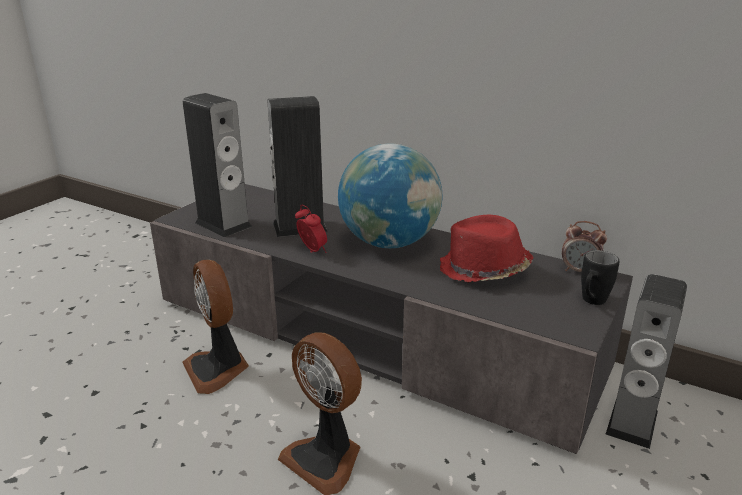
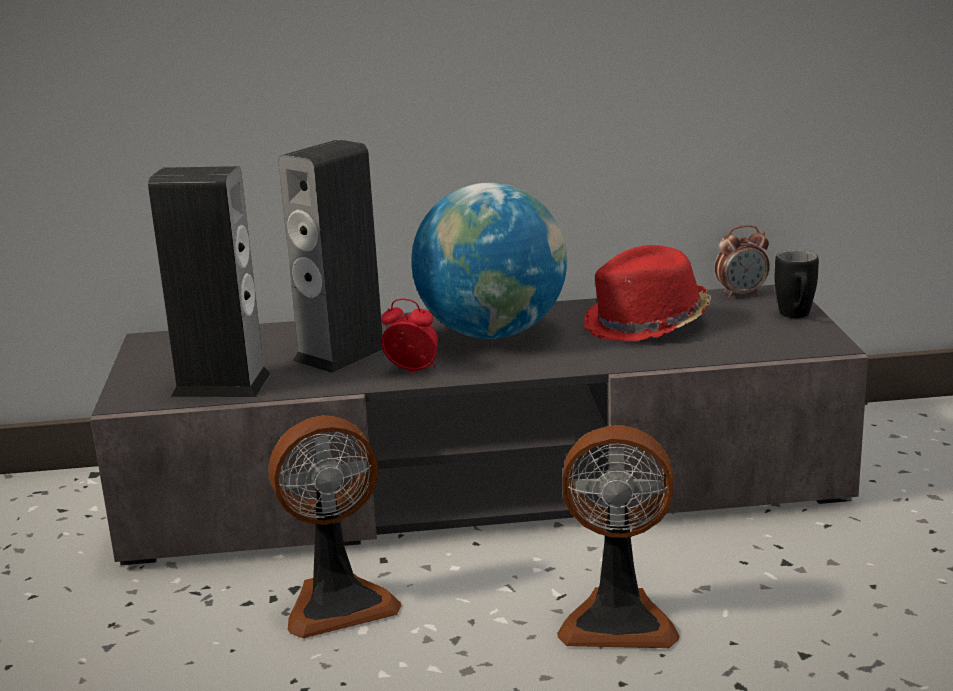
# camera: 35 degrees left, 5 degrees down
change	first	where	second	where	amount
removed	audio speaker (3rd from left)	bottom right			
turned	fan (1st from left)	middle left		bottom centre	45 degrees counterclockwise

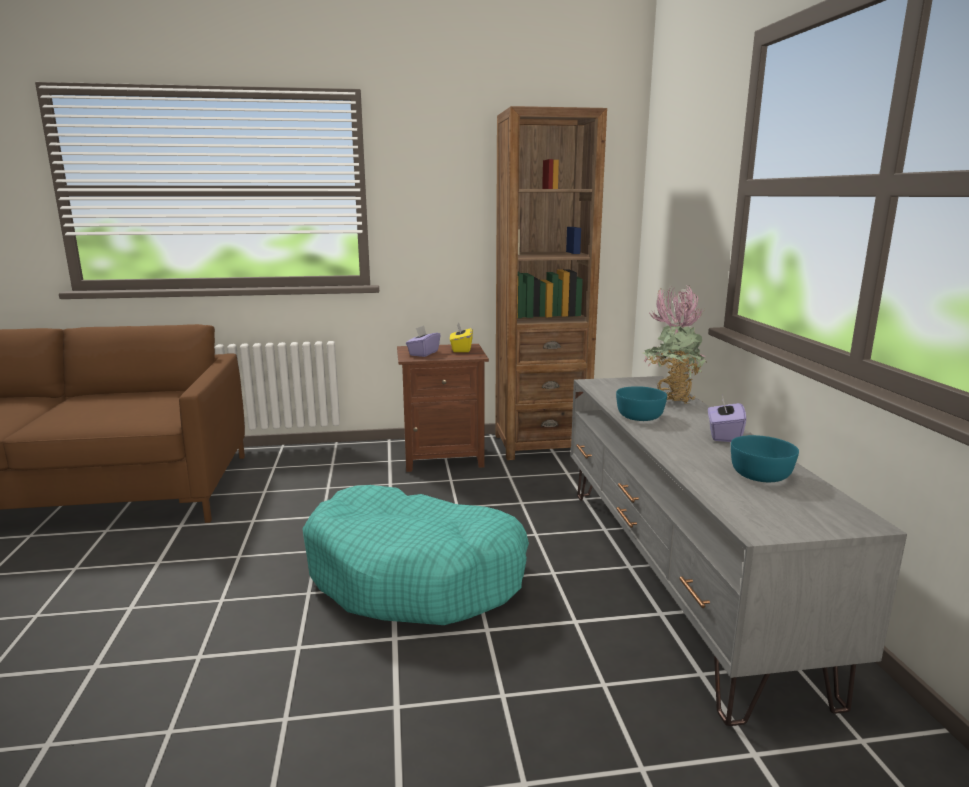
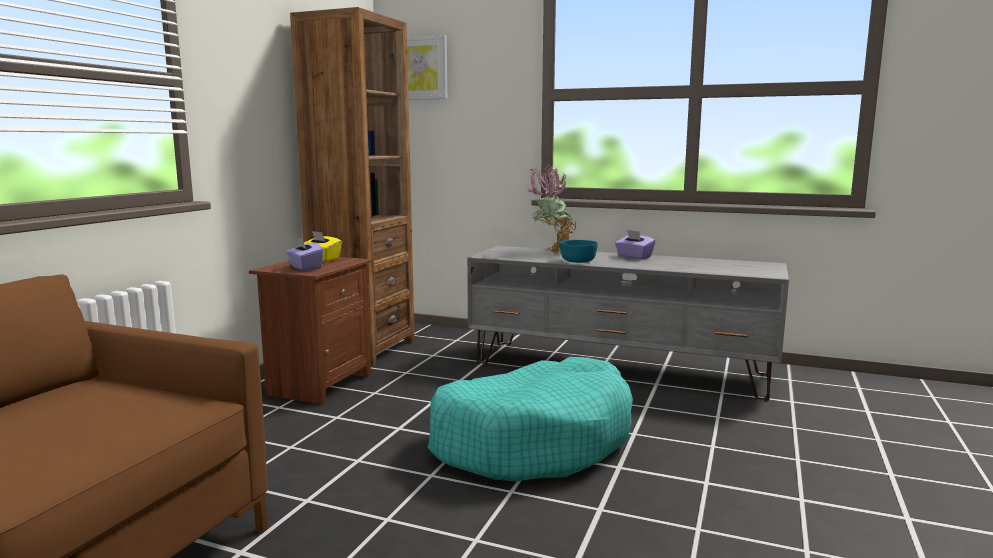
# camera: 60 degrees left, 5 degrees down
change	first	where	second	where	amount
removed	serving bowl/blue-green (2nd from left)	middle right			
added			wall picture	top centre	

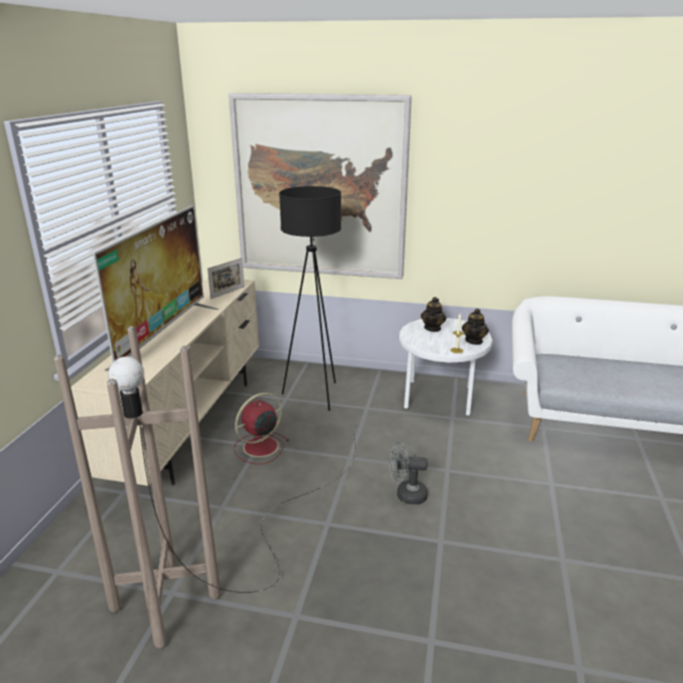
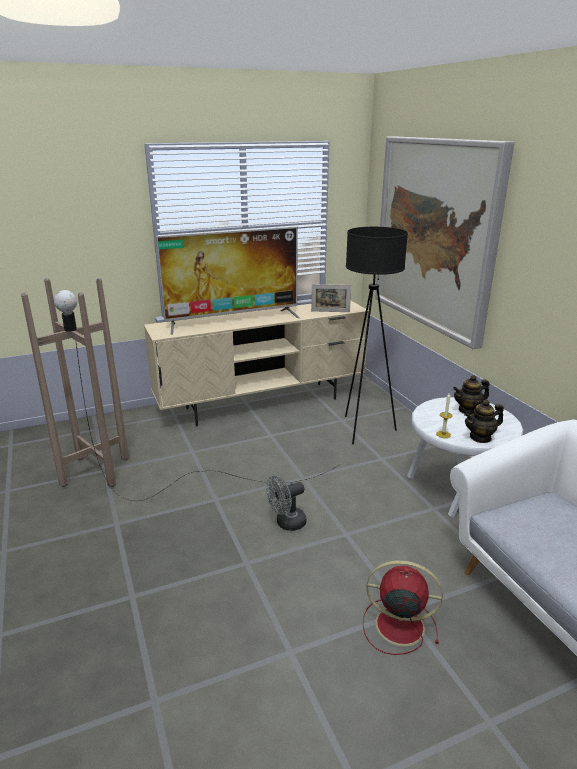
# camera: 55 degrees right, 0 degrees up
change	first	where	second	where	amount
moved	fan/red-coloured	centre		bottom right	
turned	fan/greyish	bottom centre		centre	90 degrees counterclockwise

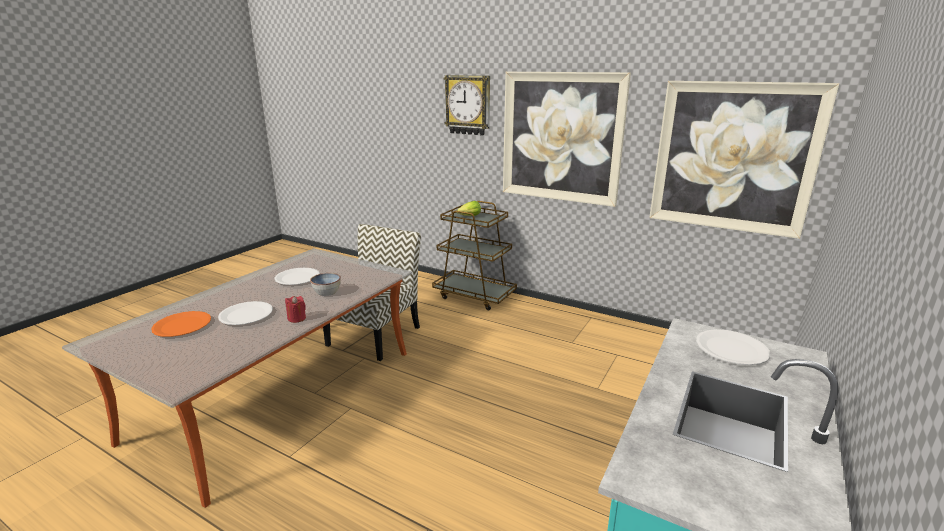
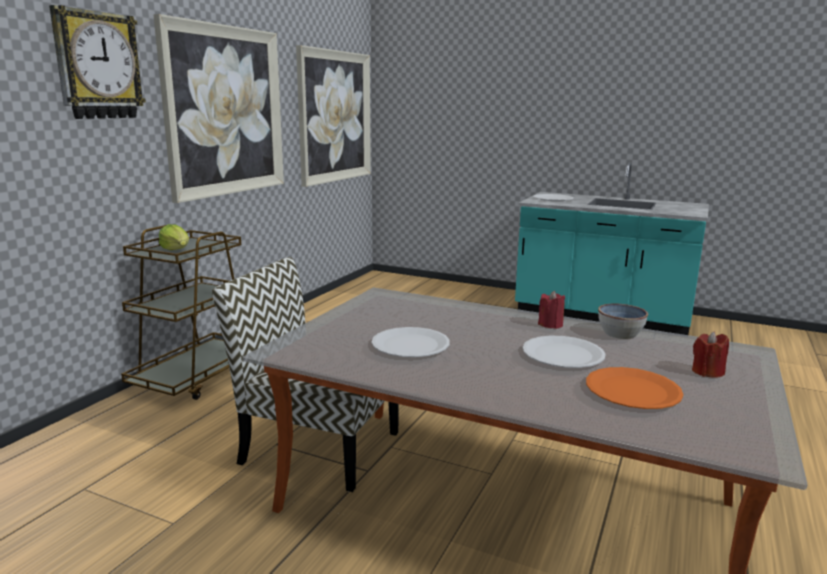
# camera: 95 degrees left, 5 degrees down
change	first	where	second	where	amount
added			wax light/red-coloured (2nd from left)	middle right	
moved	serving bowl	centre		middle right	

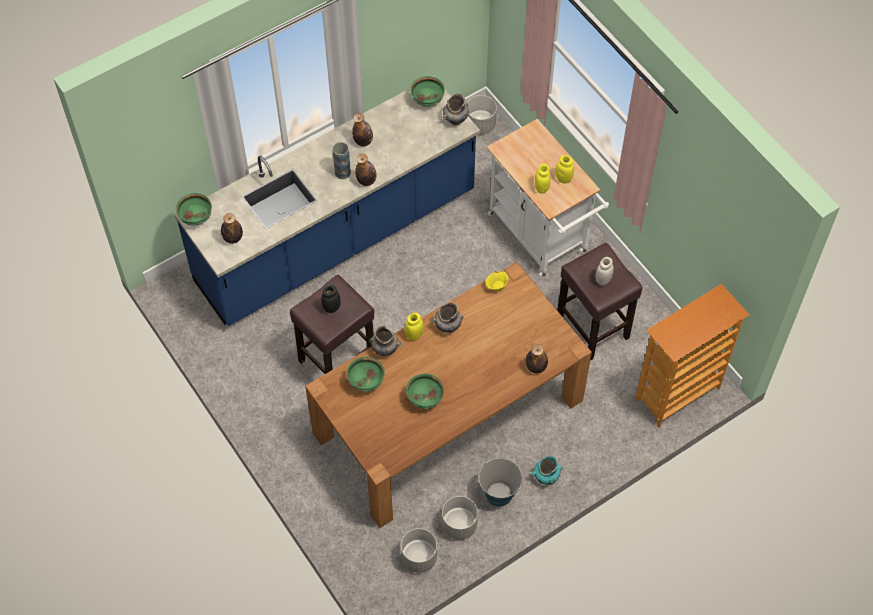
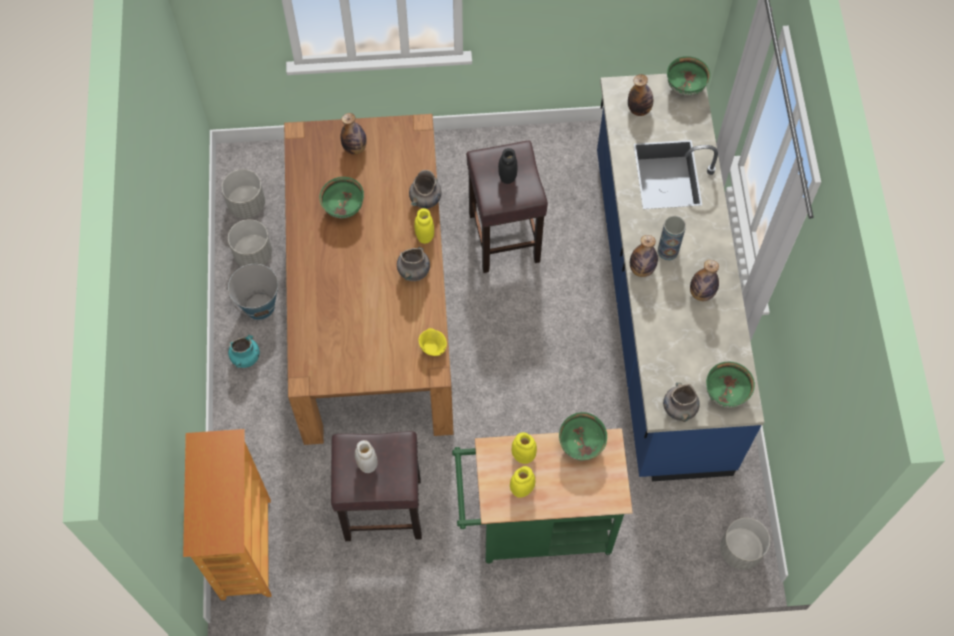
# camera: 120 degrees right, 5 degrees up
change	first	where	second	where	amount
moved	serving bowl/green (2nd from left)	centre		bottom centre	
moved	beverage bottle (4th from left in the first image)	centre	beverage bottle (1st from left)	top centre	
recoloured	trolley/white	top centre	trolley/green	bottom centre	

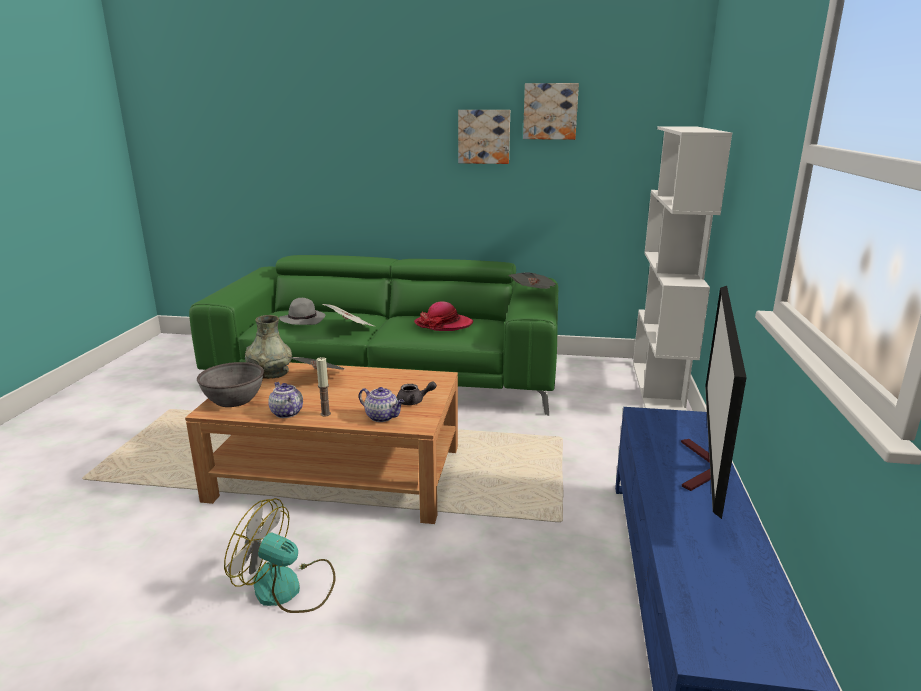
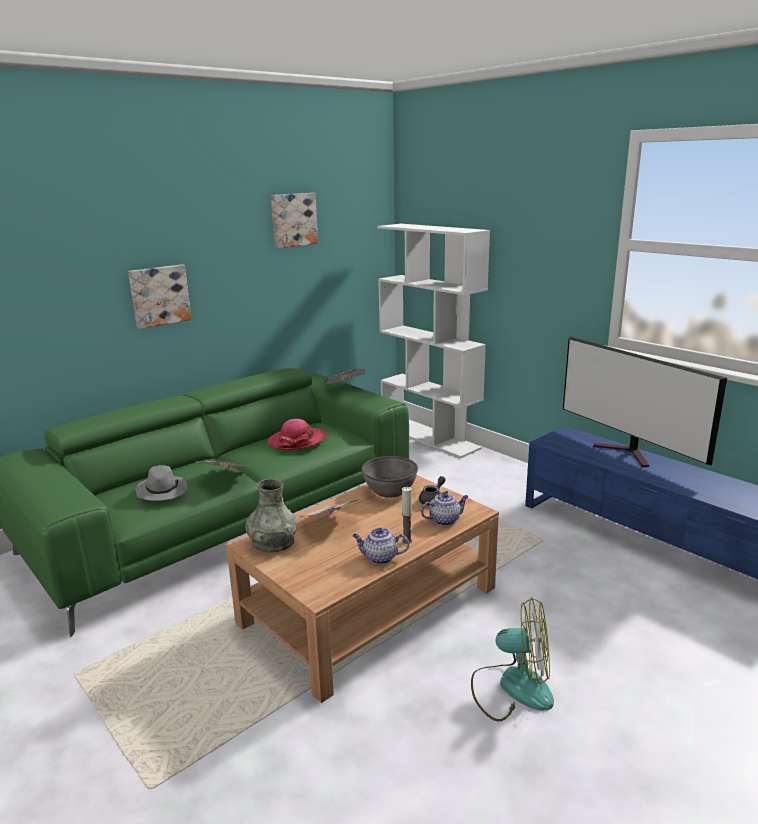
# camera: 50 degrees left, 0 degrees up
change	first	where	second	where	amount
moved	serving bowl/greyish	middle left		centre	
moved	wall picture (1st from left)	top centre		middle left	
turned	fan	bottom left		bottom right	135 degrees counterclockwise

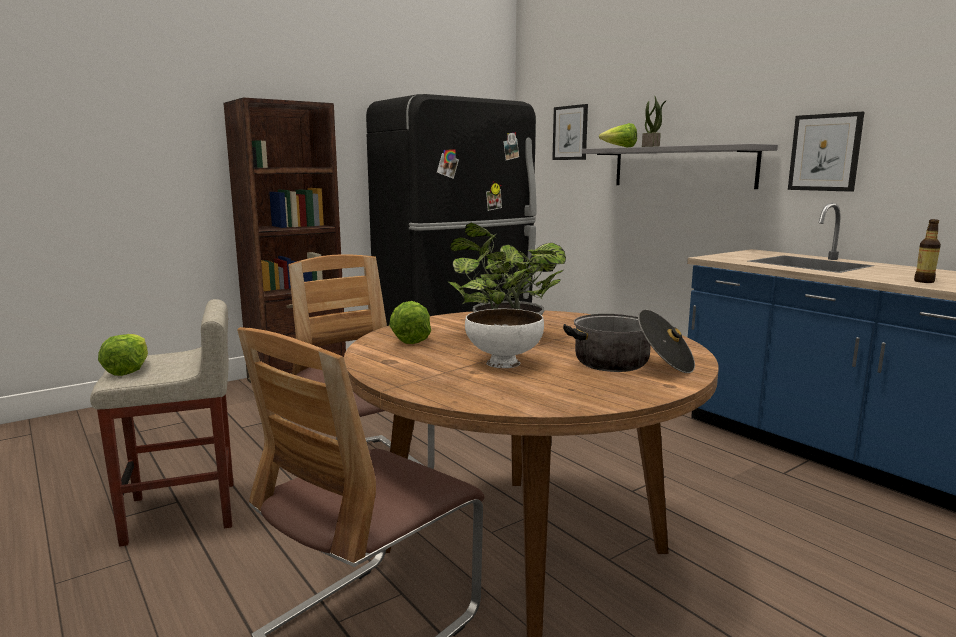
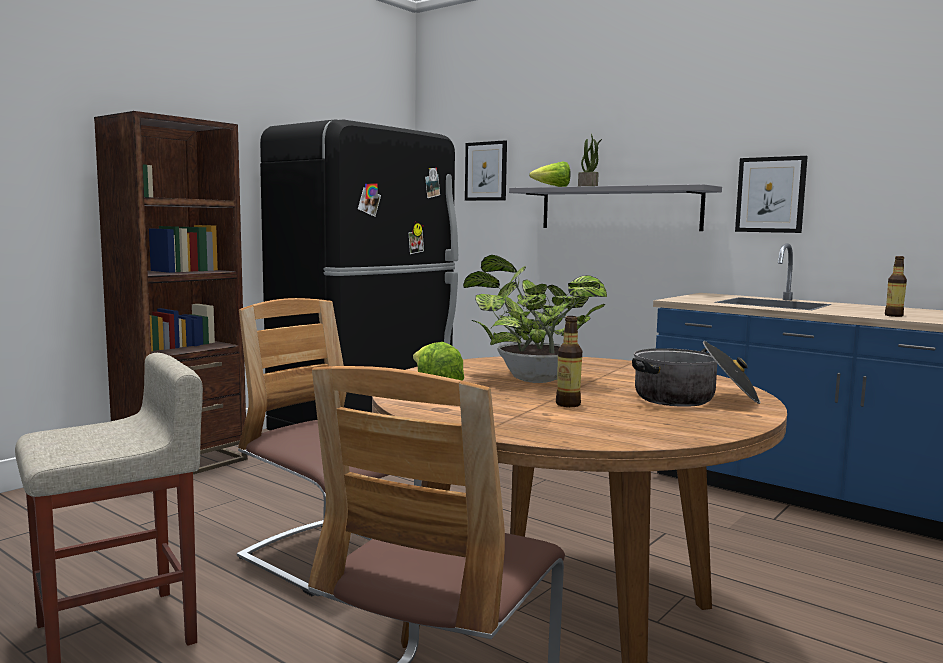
# camera: 15 degrees left, 5 degrees down
change	first	where	second	where	amount
removed	head of lettuce (1st from left)	middle left			
replaced	serving bowl/white	centre	beverage bottle (1st from left)	centre	

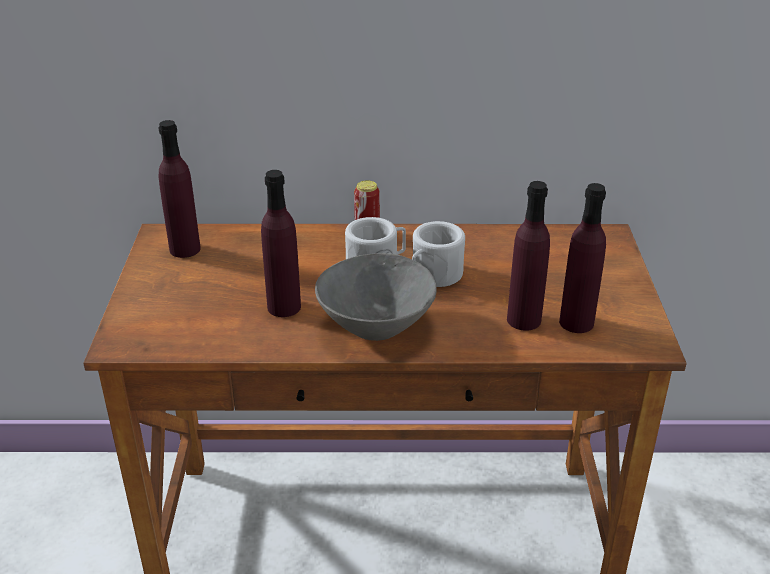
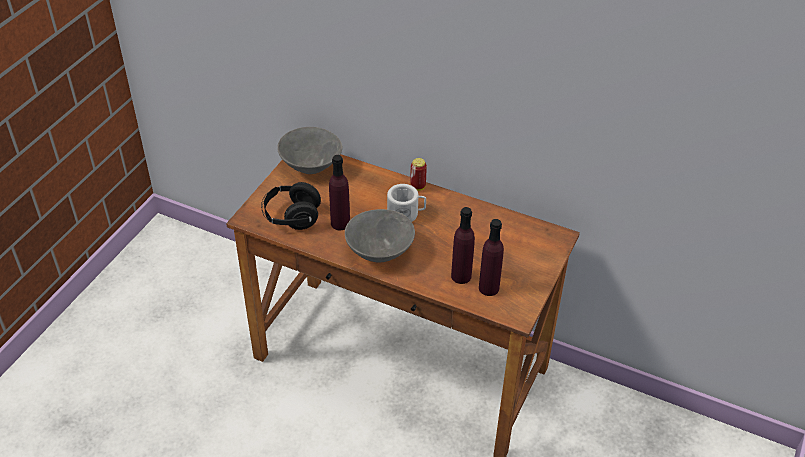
# camera: 25 degrees right, 10 degrees up
change	first	where	second	where	amount
removed	tea mug/white (2nd from left)	centre			
added			pair of headphones/blackish	centre	
replaced	beverage bottle/purple (1st from left)	top left	serving bowl/greyish (1st from left)	top centre	

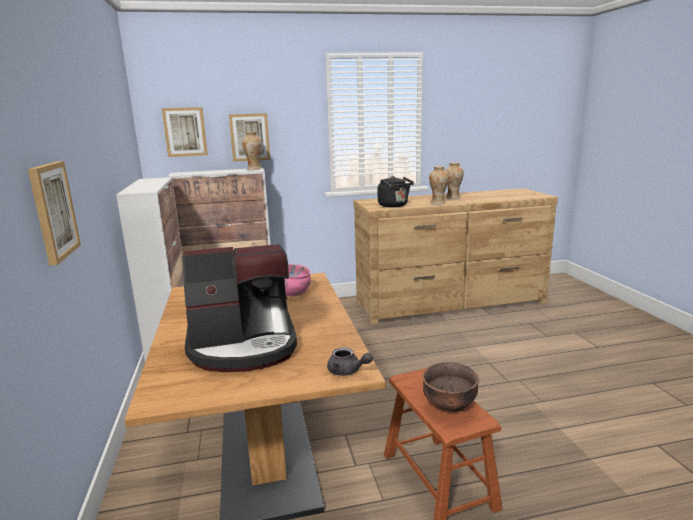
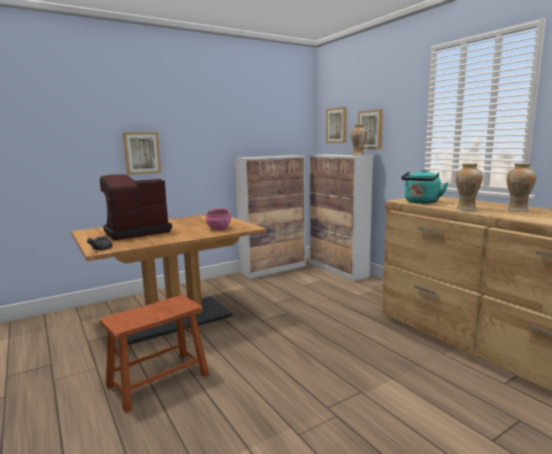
# camera: 70 degrees right, 5 degrees down
change	first	where	second	where	amount
removed	serving bowl/brown	bottom centre			
recoloured	kettle/blackish	centre	kettle/blue-green	middle right	
turned	coffee machine	centre		middle left	90 degrees clockwise

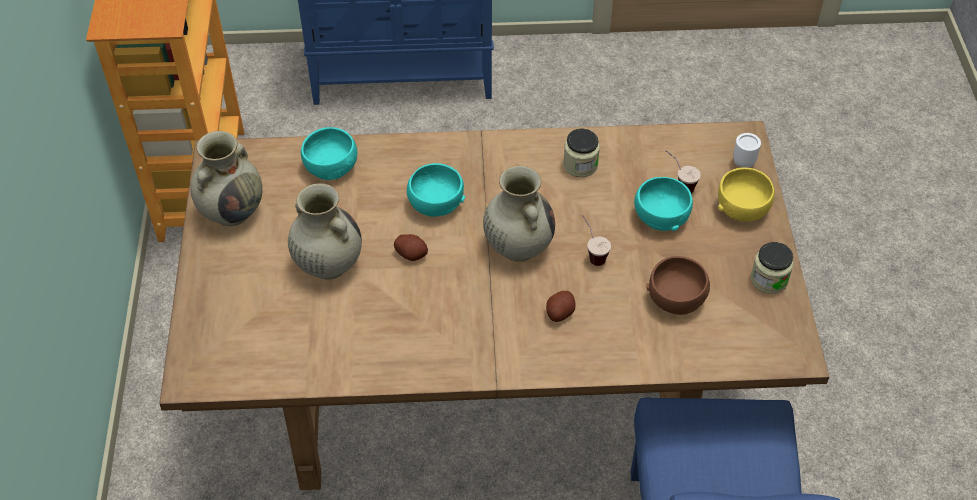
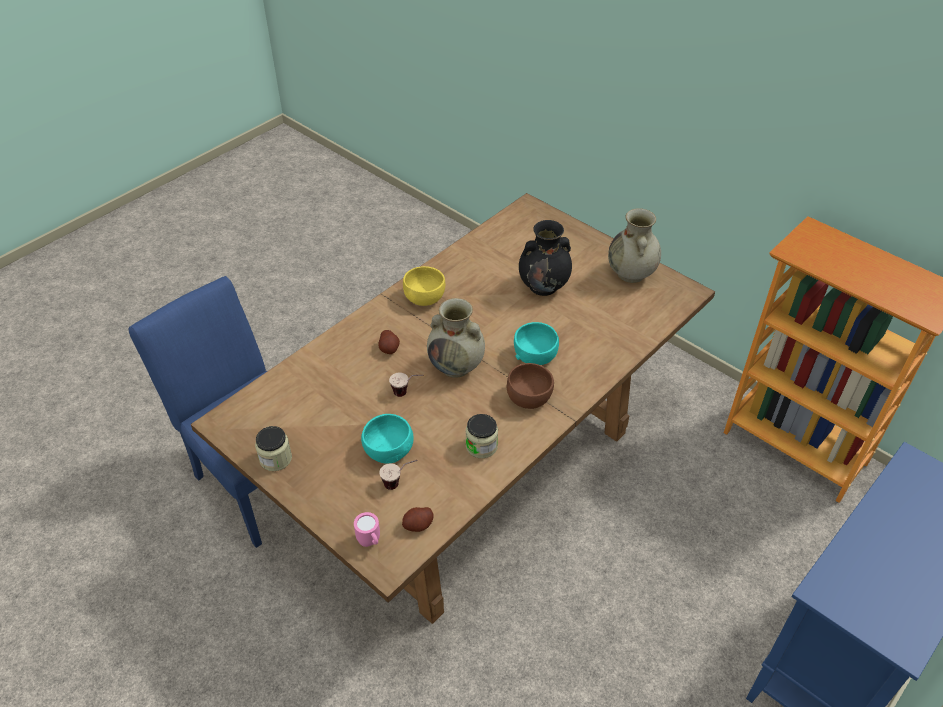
# camera: 135 degrees right, 5 degrees down
change	first	where	second	where	amount
removed	serving bowl/blue-green (1st from left)	top centre			
moved	potato (1st from left in the first image)	centre	potato (2nd from left)	bottom centre	
moved	serving bowl/brown	middle right		centre	
moved	serving bowl/yellow-coloured	middle right		centre	
recoloured	vase/beige-coloured (2nd from left)	middle left	vase/blackish	centre	
recoloured	tea mug/white	top right	tea mug/pinkish	bottom centre	

